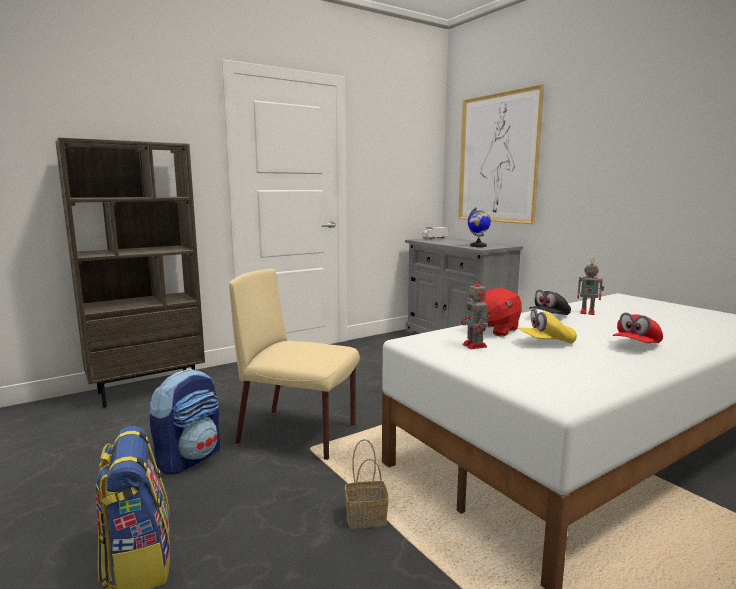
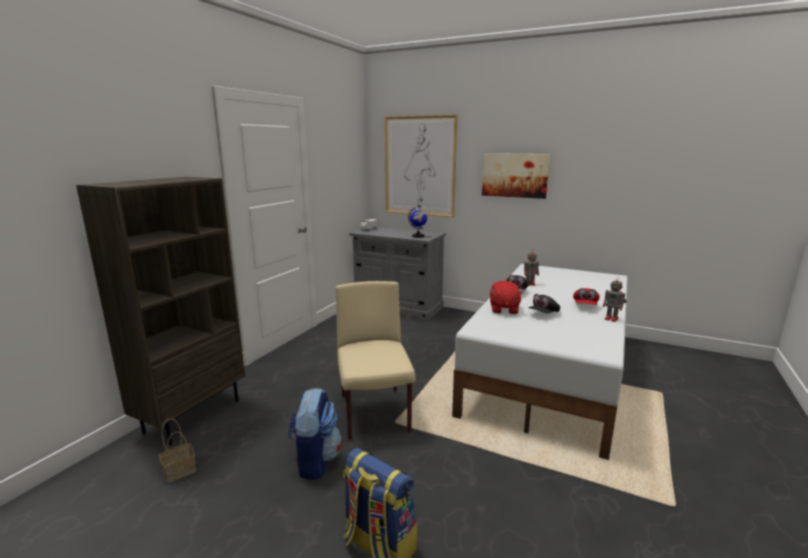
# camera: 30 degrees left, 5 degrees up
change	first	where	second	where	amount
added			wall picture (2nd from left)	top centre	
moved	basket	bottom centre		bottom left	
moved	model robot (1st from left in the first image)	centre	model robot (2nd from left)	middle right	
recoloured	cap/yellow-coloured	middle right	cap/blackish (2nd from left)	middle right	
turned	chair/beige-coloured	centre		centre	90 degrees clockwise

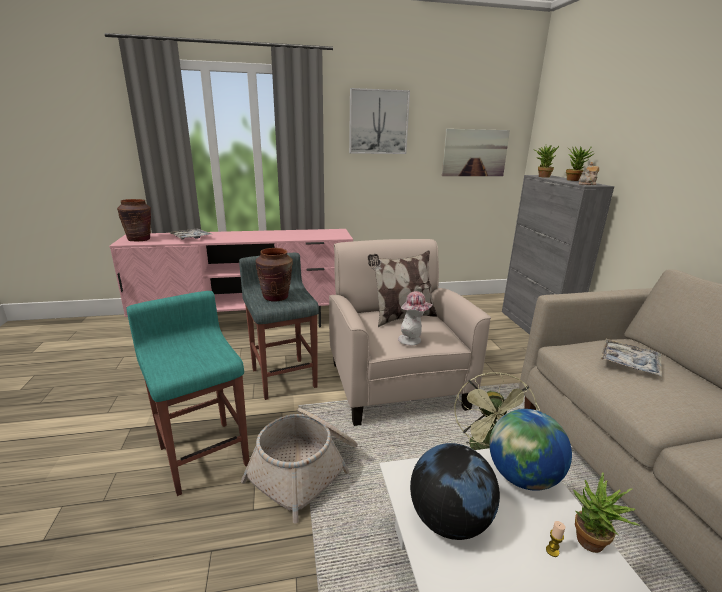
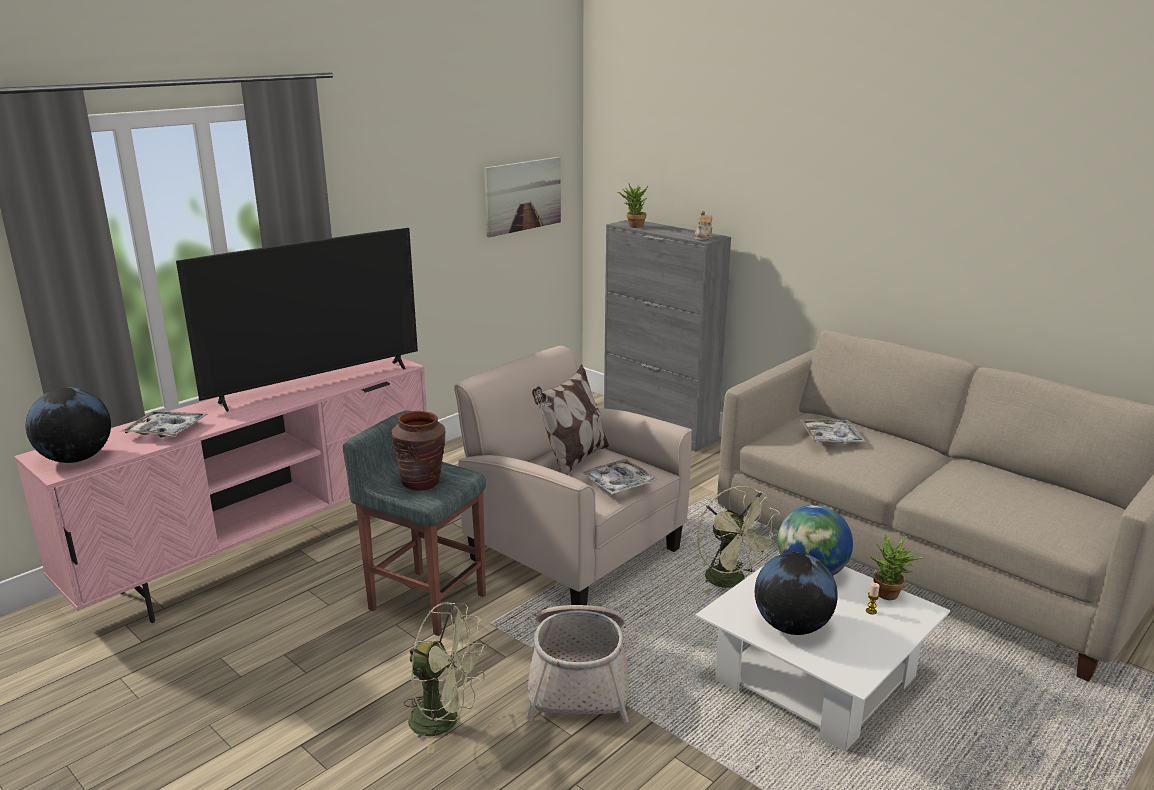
# camera: 35 degrees left, 0 degrees up
change	first	where	second	where	amount
removed	wall picture (1st from left)	top centre			
removed	potted plant (2nd from left)	top right			
added			TV	middle left	
replaced	vase/brown (1st from left)	middle left	desk globe (1st from left)	middle left	
replaced	sitting stool/blue-green	middle left	fan/green (1st from left)	bottom centre	
replaced	hat	centre	carrying tray (2nd from left)	centre	

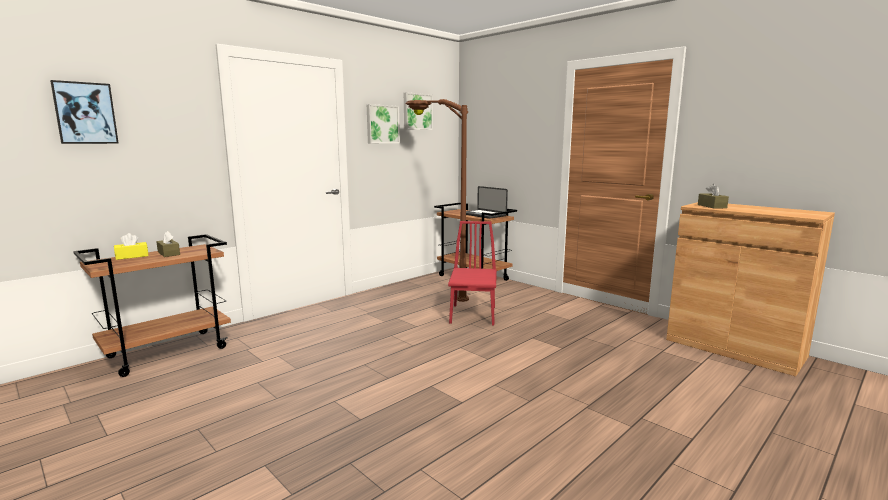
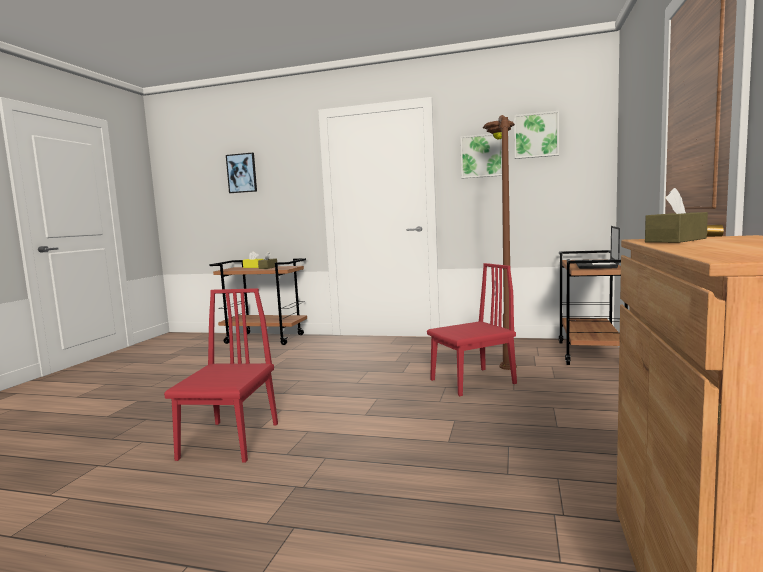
# camera: 60 degrees right, 5 degrees down
change	first	where	second	where	amount
added			chair/red-coloured (1st from left)	middle left	

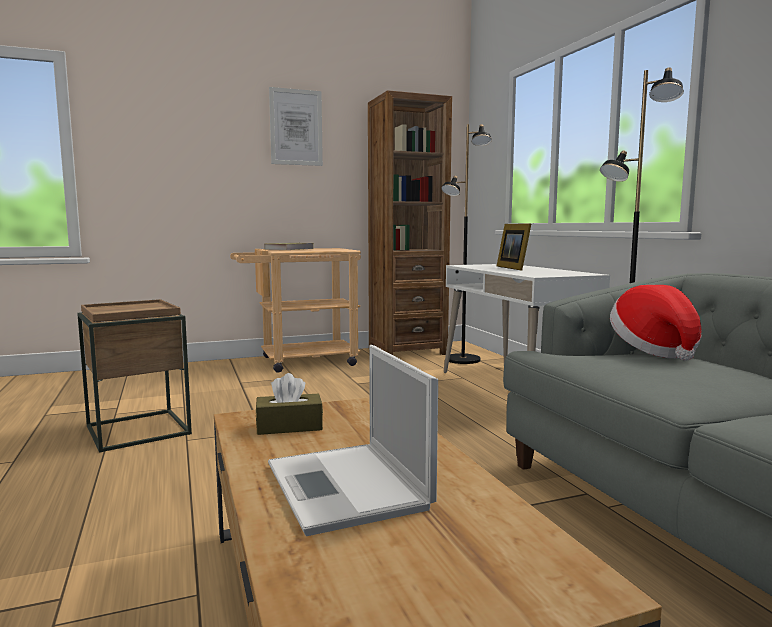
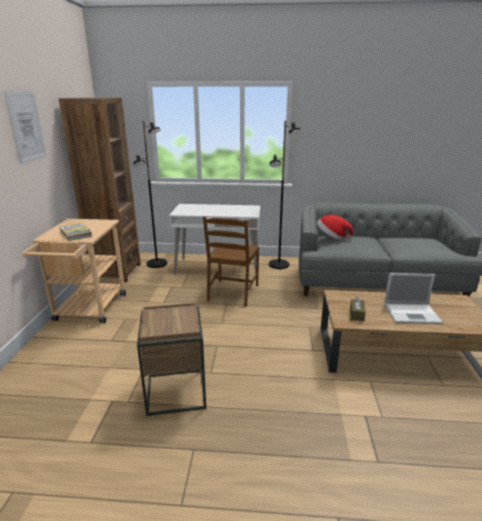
# camera: 65 degrees left, 15 degrees up
change	first	where	second	where	amount
removed	picture frame	centre			
added			chair/brown	centre	

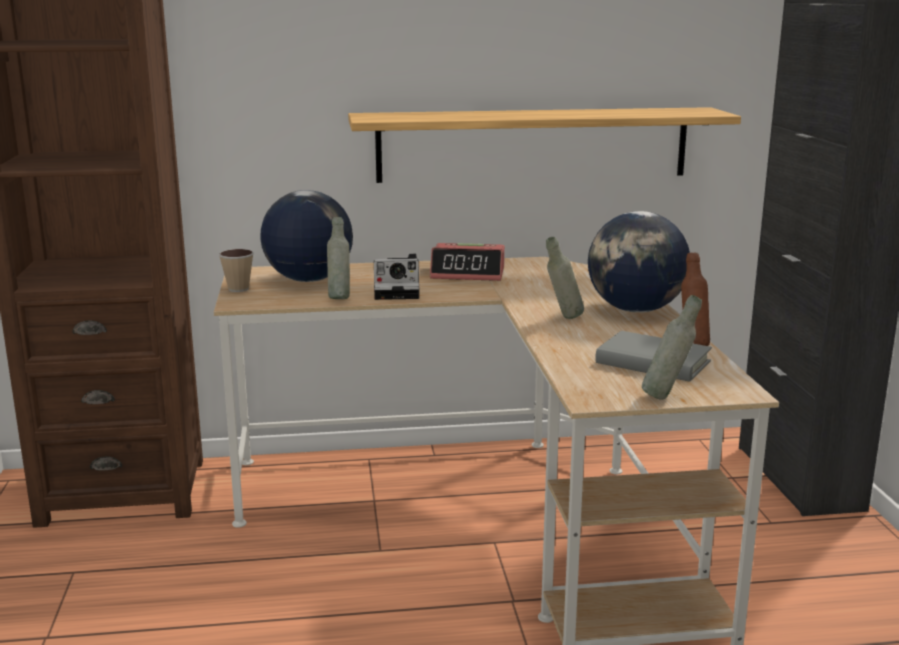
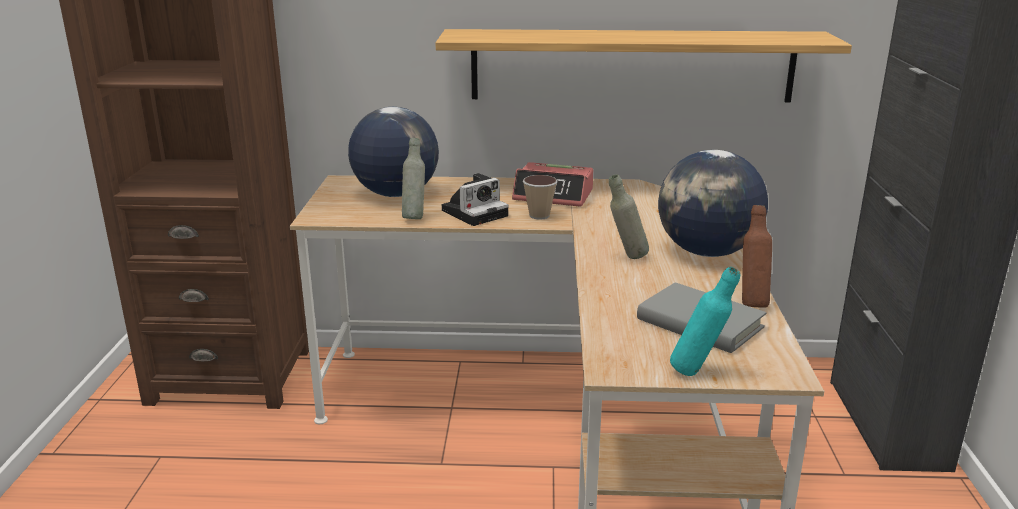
# camera: 10 degrees right, 5 degrees up
change	first	where	second	where	amount
moved	cup	middle left		centre	
recoloured	beverage bottle/greyish (3rd from left)	middle right	beverage bottle/blue-green	middle right	
turned	photo camera	centre		centre	45 degrees counterclockwise

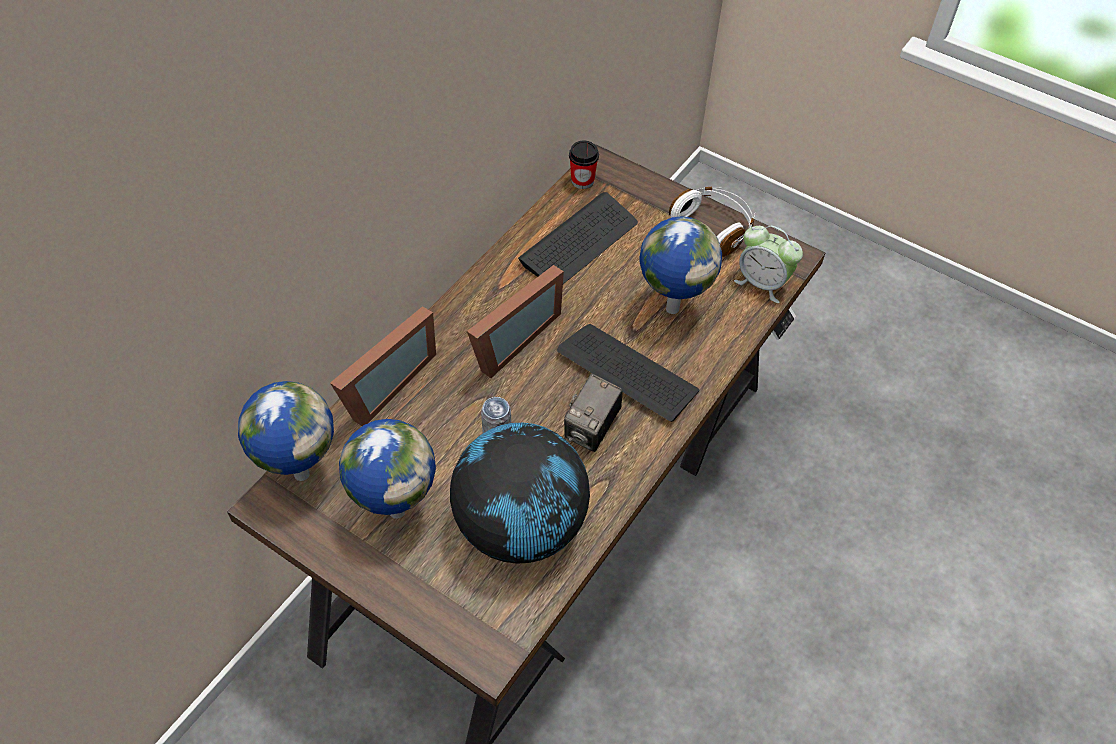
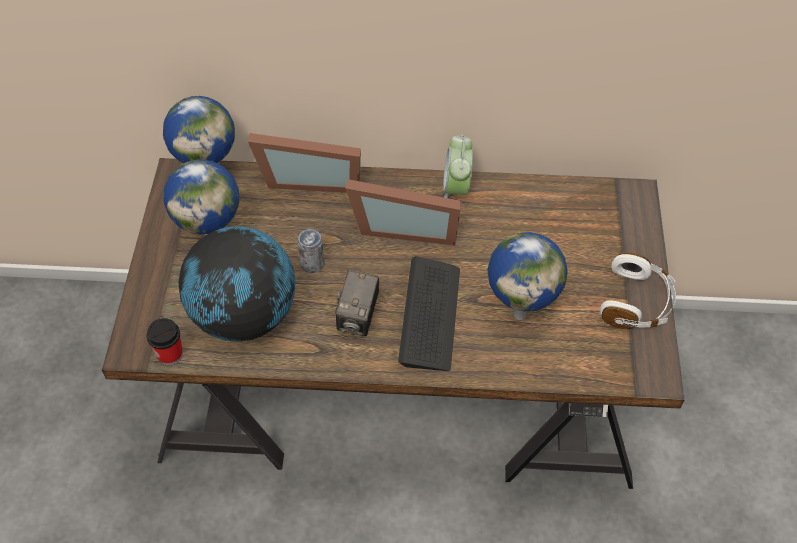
# camera: 60 degrees right, 0 degrees up
change	first	where	second	where	amount
removed	PC keyboard (1st from left)	top centre			
moved	cup	top centre		middle left	
moved	bedside clock	middle right		top centre	
turned	photo camera	centre		centre	75 degrees counterclockwise

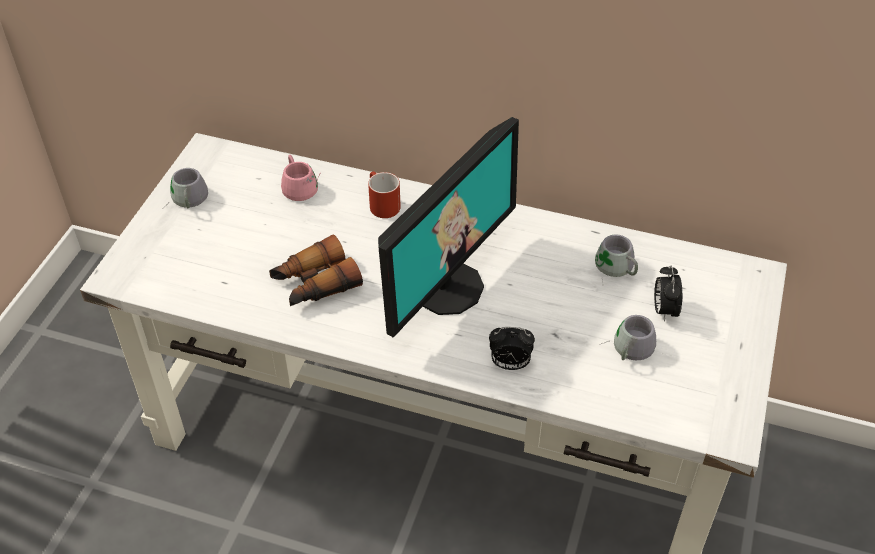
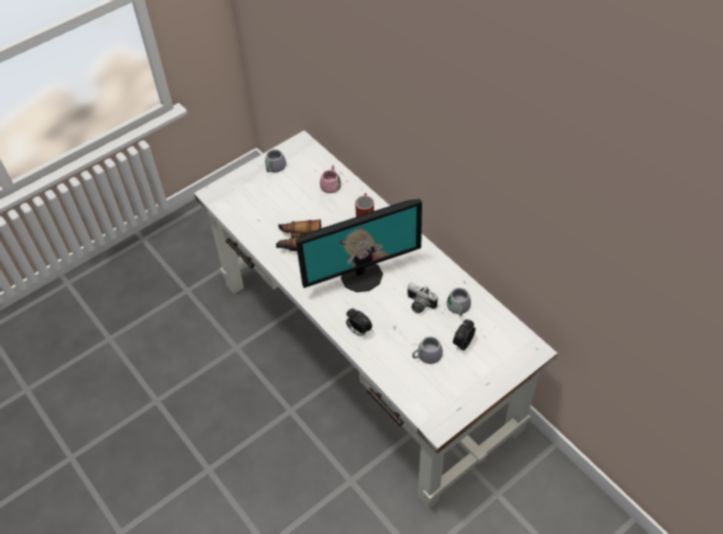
# camera: 35 degrees right, 5 degrees up
change	first	where	second	where	amount
added			photo camera	centre	

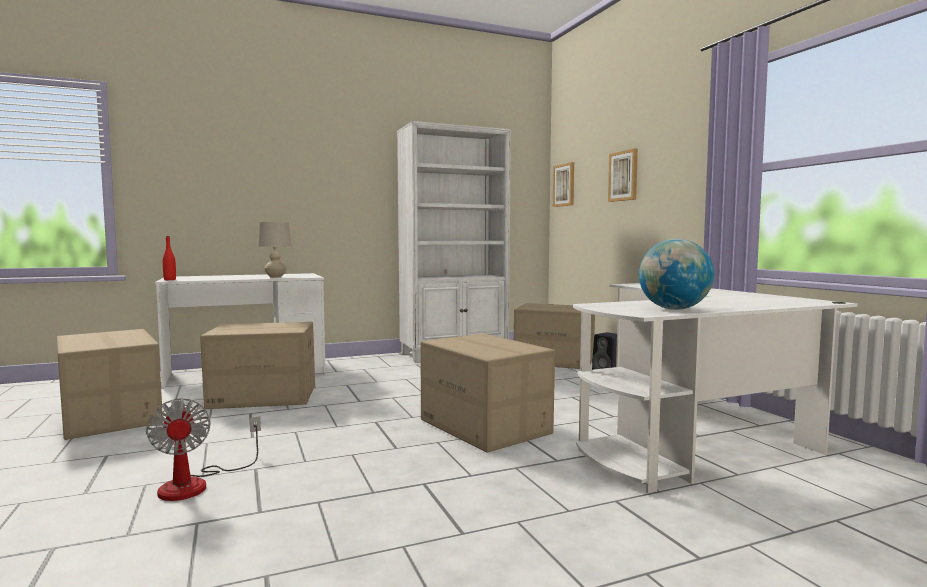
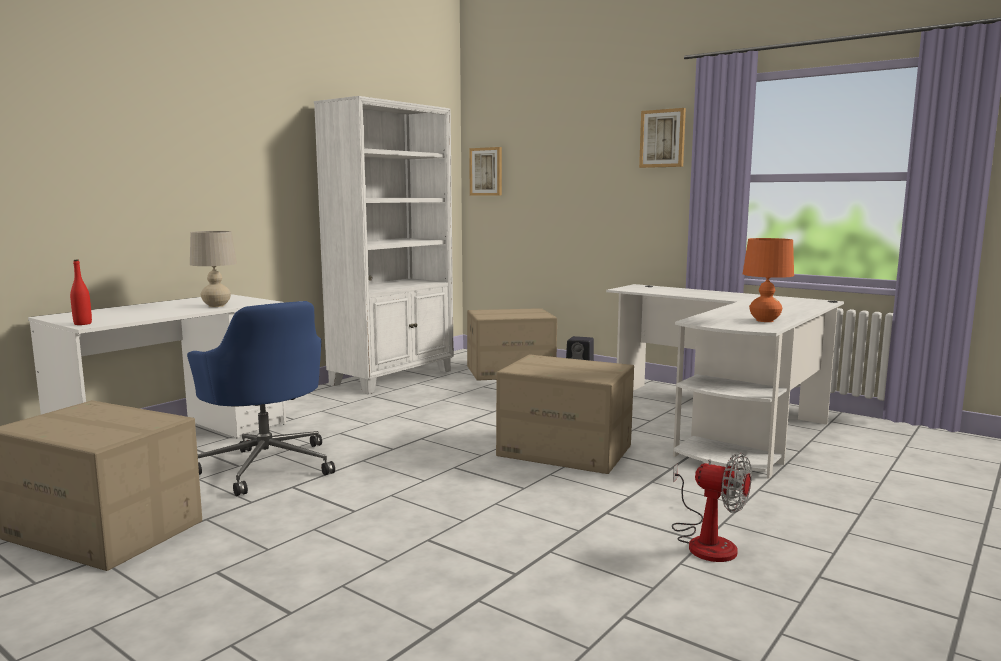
# camera: 30 degrees left, 5 degrees up
change	first	where	second	where	amount
moved	fan	bottom left		bottom right	
moved	wall picture (2nd from left)	top right		top centre	
replaced	cardboard box (2nd from left)	middle left	computer chair/bluish	middle left	
replaced	desk globe	middle right	tabletop lamp/orange-coloured	middle right	

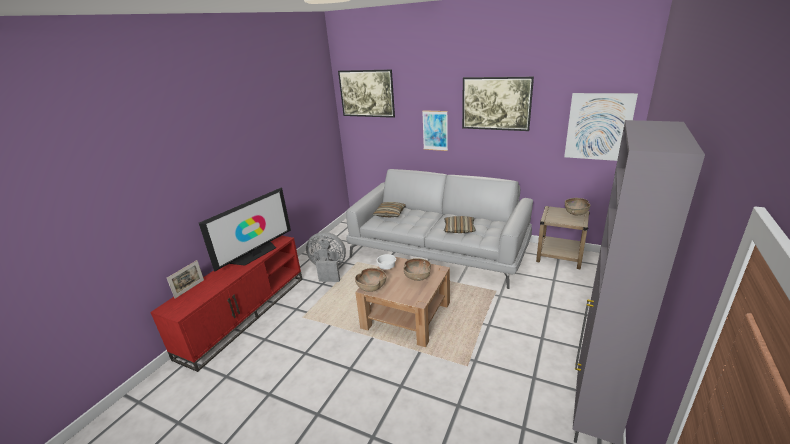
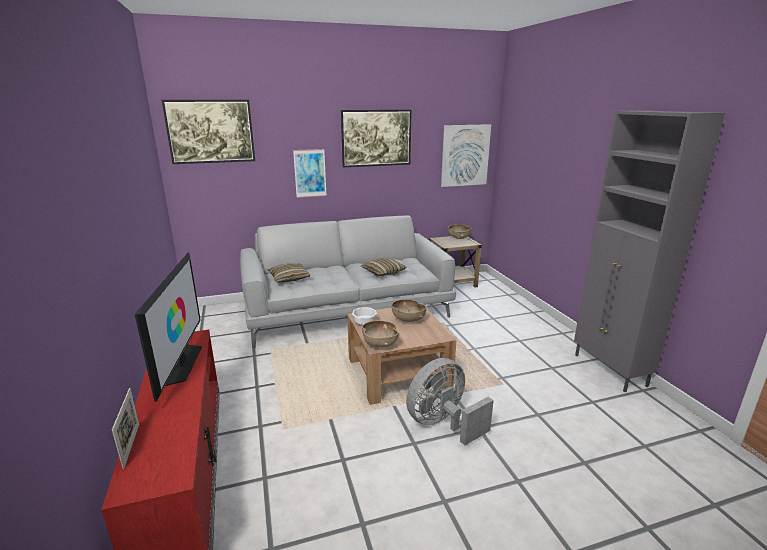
# camera: 45 degrees left, 5 degrees down
change	first	where	second	where	amount
moved	fan/greyish	centre		bottom centre	

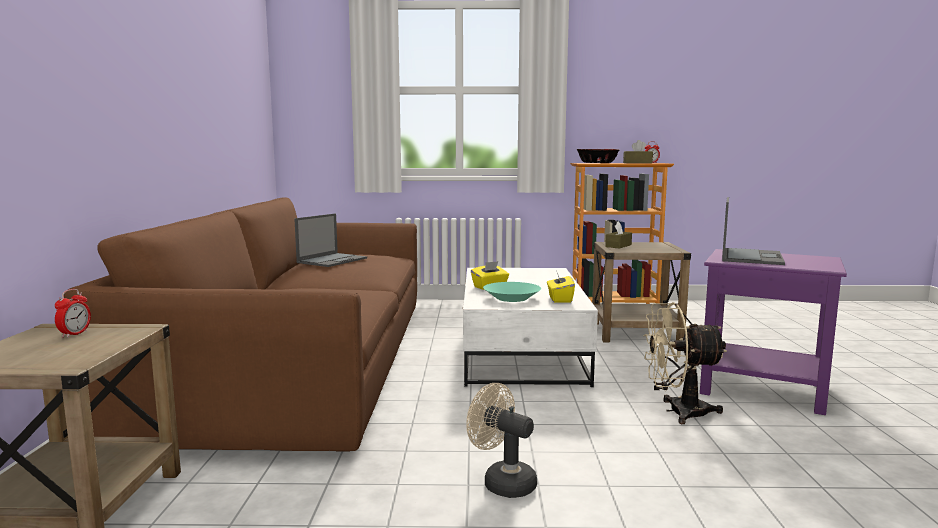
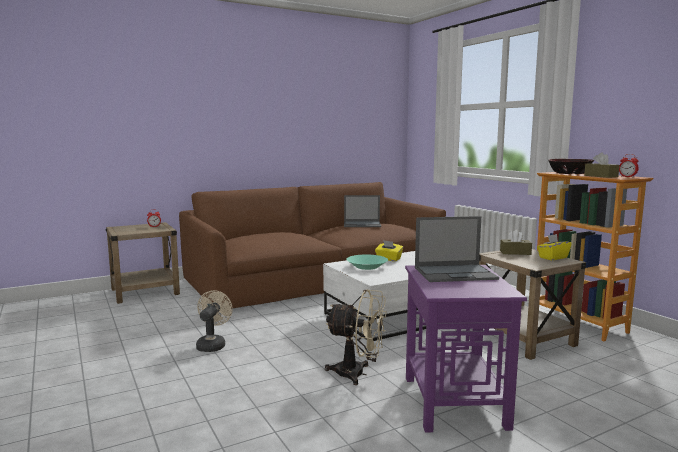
# camera: 60 degrees right, 0 degrees up
change	first	where	second	where	amount
moved	tissue box/yellow-coloured (2nd from left)	centre		middle right	
turned	fan/beige-coloured (2nd from left)	bottom right		bottom centre	135 degrees clockwise

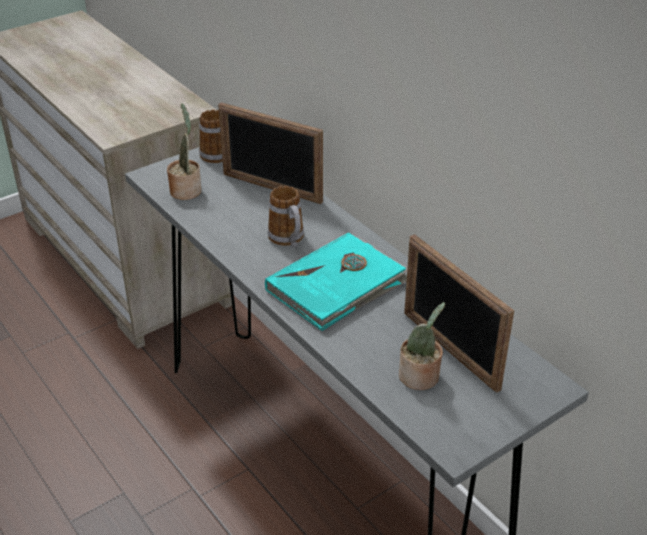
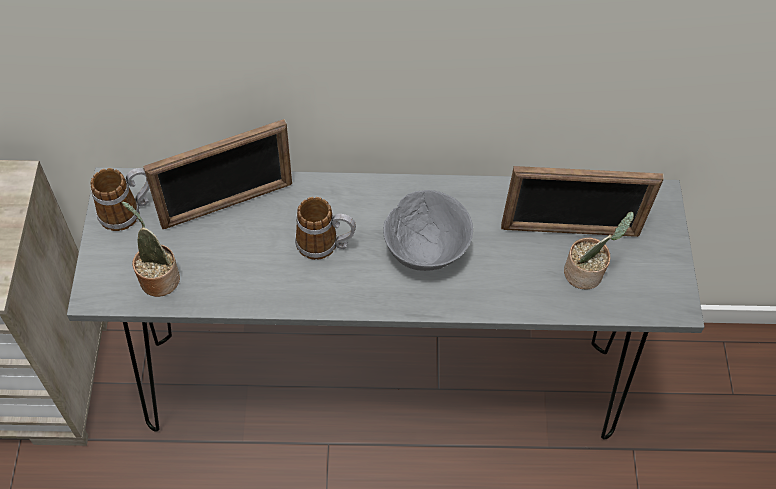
# camera: 55 degrees left, 20 degrees up
change	first	where	second	where	amount
replaced	volume/blue-green	centre	serving bowl/greyish	centre	

